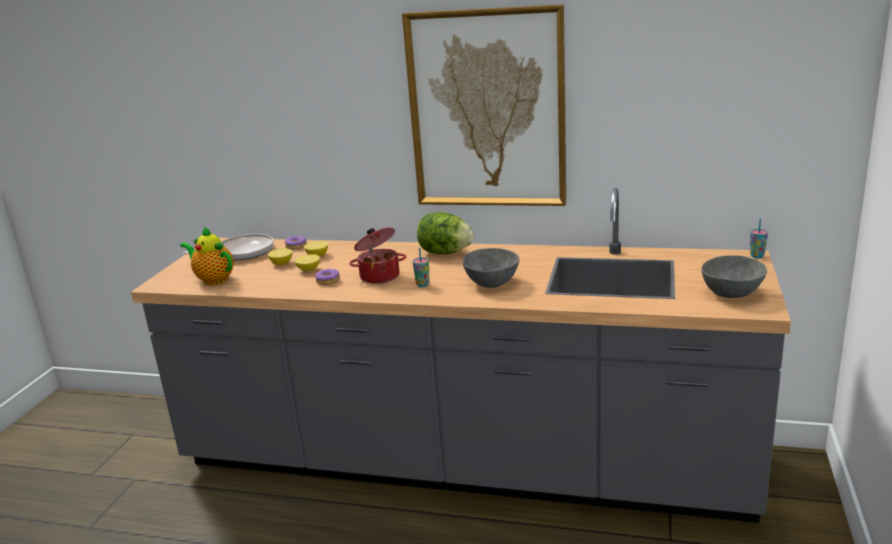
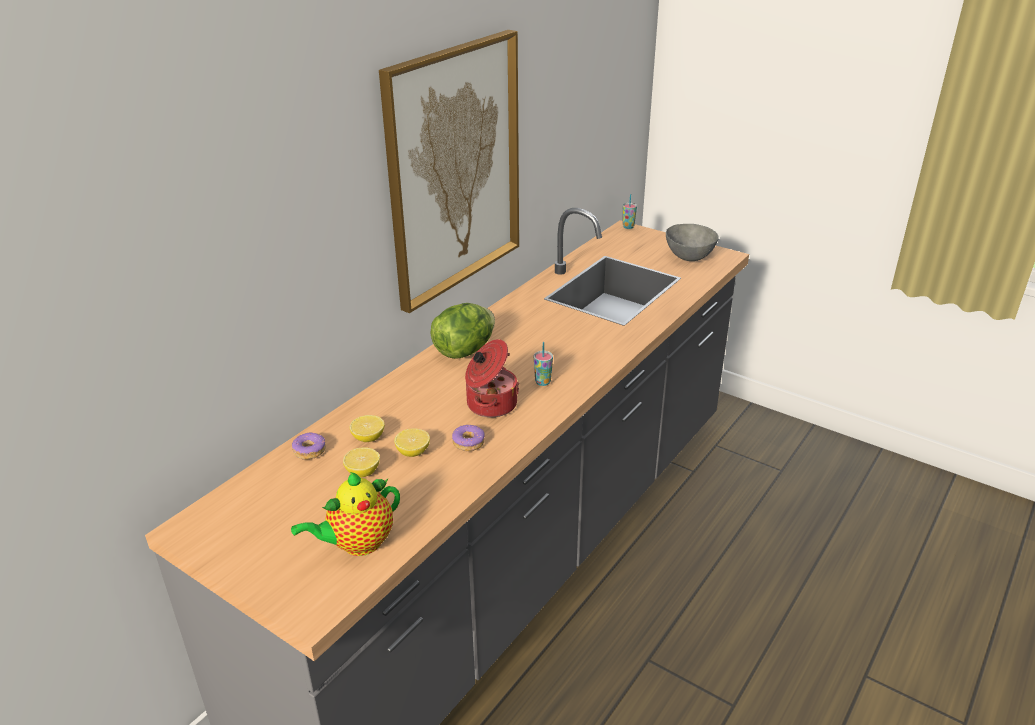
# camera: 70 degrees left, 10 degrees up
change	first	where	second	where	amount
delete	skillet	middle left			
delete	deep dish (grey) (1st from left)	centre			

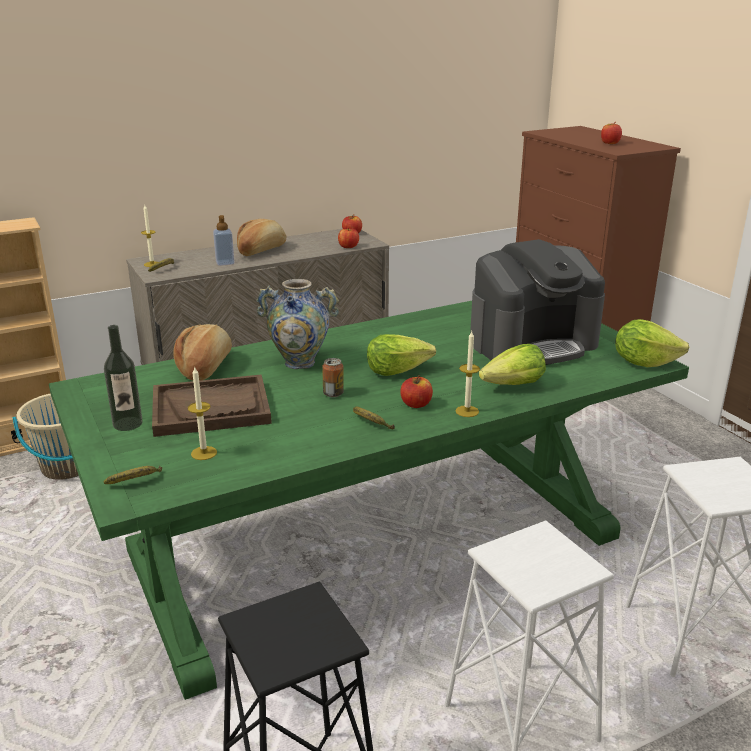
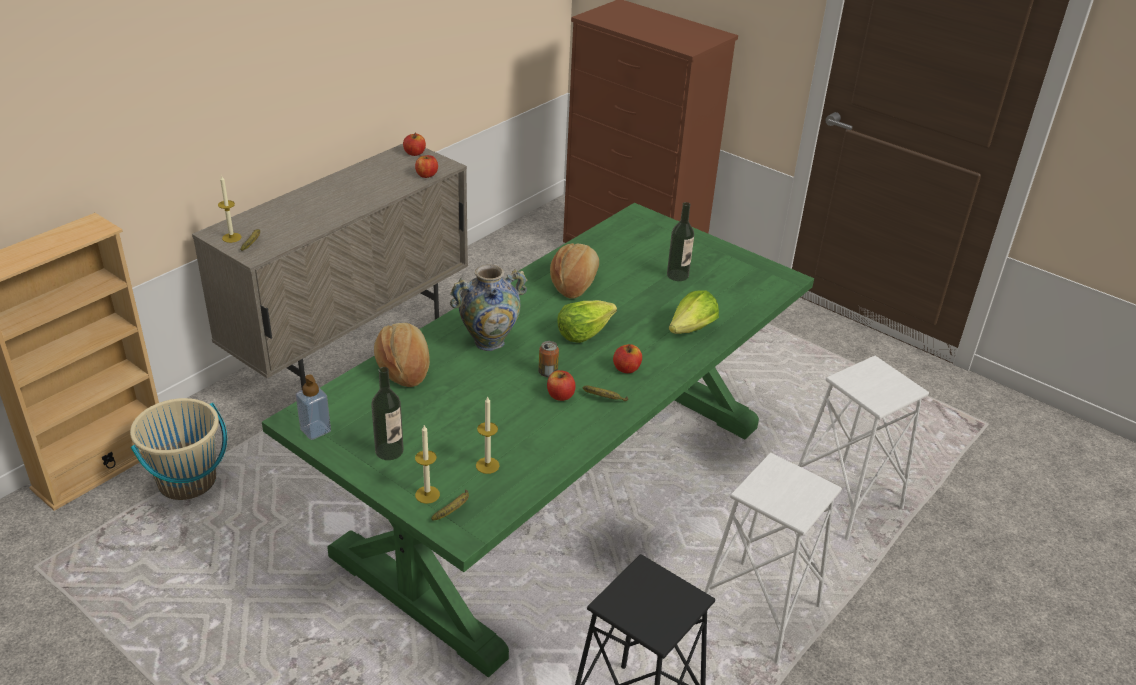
# camera: 25 degrees left, 10 degrees up
change	first	where	second	where	amount
delete	serving tray (brownish)	middle left			
move	soap dispenser	top left		middle left	
move	bread (2nd from left)	top centre		centre	
move	wax candle (3rd from left in the first image)	centre	wax candle (2nd from left)	bottom centre	
replace	coffee brewer	middle right	beverage bottle (2nd from left)	centre	
move	apple (4th from left in the first image)	top right	apple (3rd from left)	centre	
delete	head of lettuce (3rd from left)	middle right			

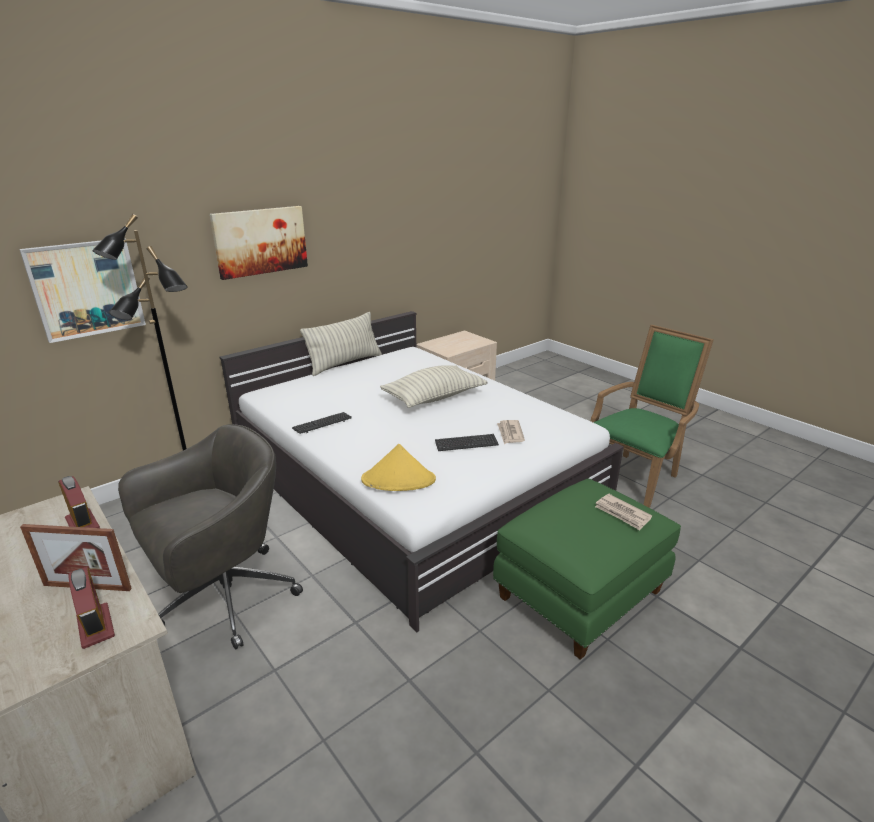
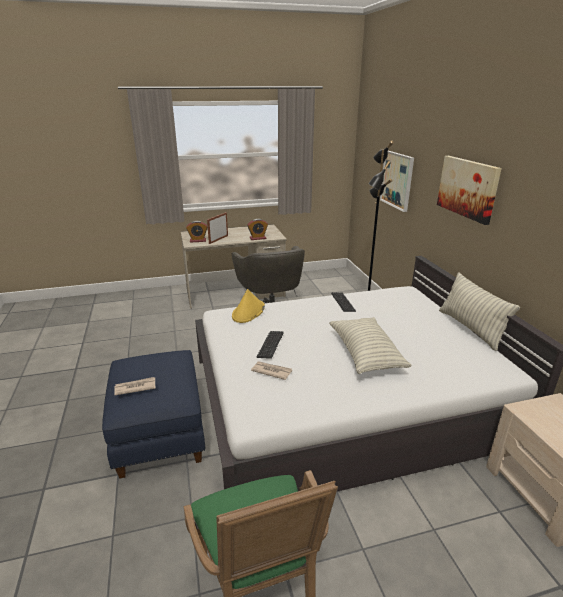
# camera: 115 degrees right, 0 degrees up
change	first	where	second	where	amount
recolor	pouffe (greenish)	bottom right	pouffe (blue-coloured)	bottom left	

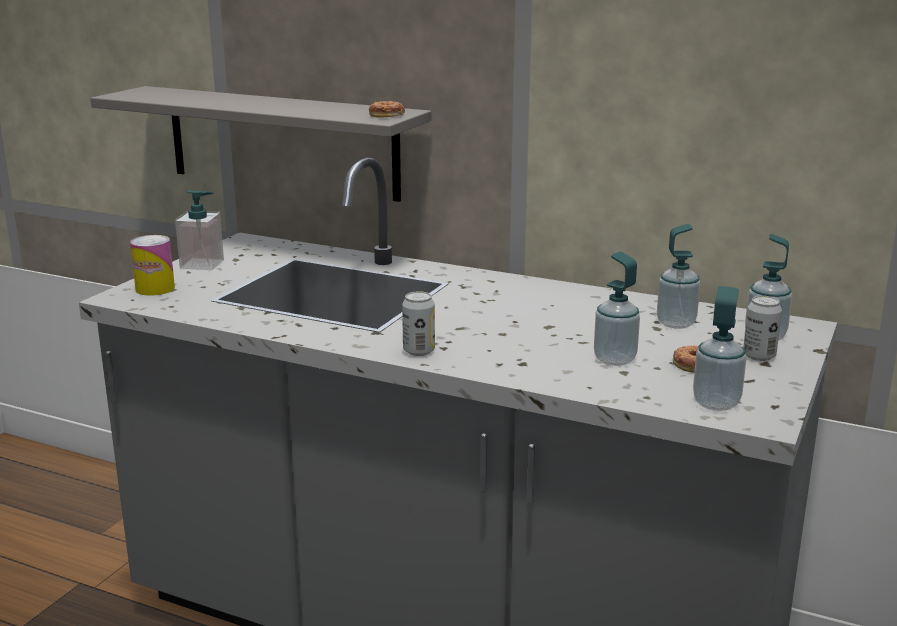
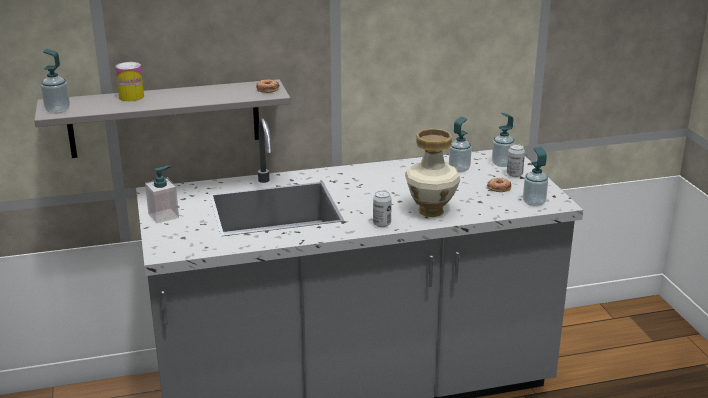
# camera: 40 degrees left, 5 degrees up
change	first	where	second	where	amount
move	sealed can (1st from left)	middle left		top left	
move	soap dispenser (2nd from left in the first image)	middle right	soap dispenser (1st from left)	top left	
insert			decorative vase	centre	

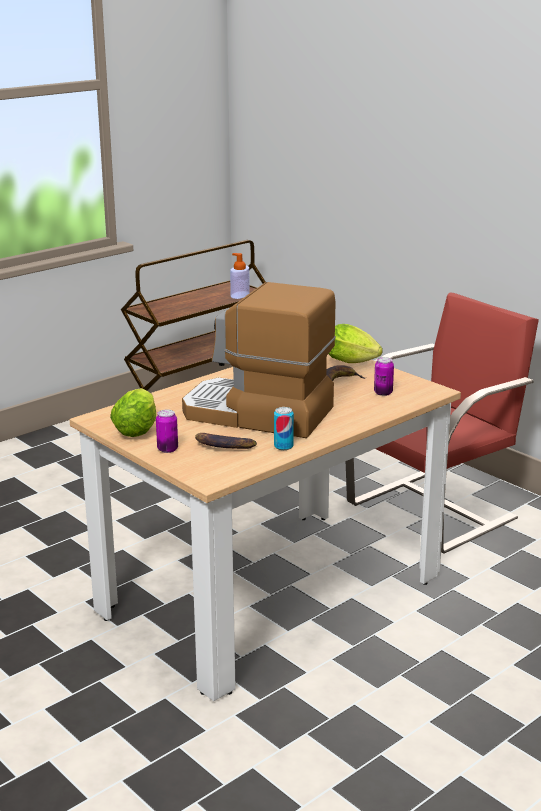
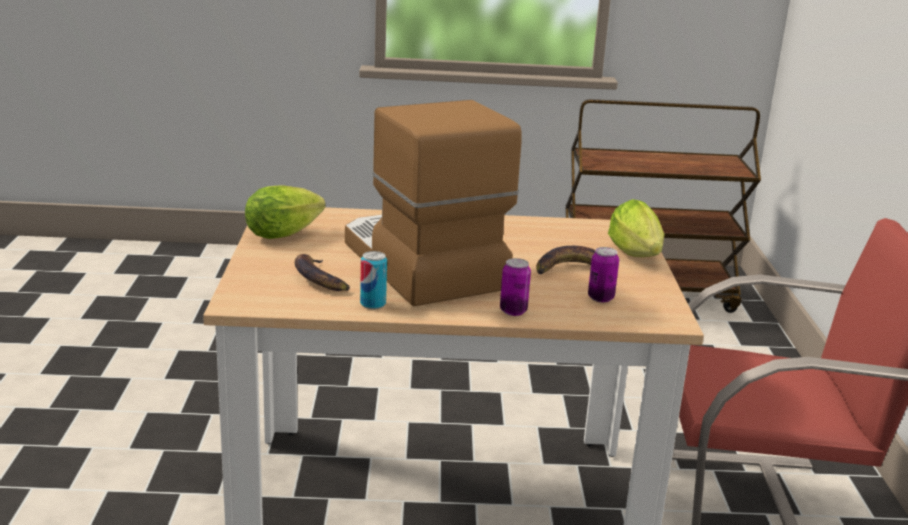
# camera: 40 degrees right, 0 degrees up
change	first	where	second	where	amount
move	sealed can (1st from left in the first image)	middle left	sealed can (2nd from left)	centre	
delete	soap dispenser	centre			

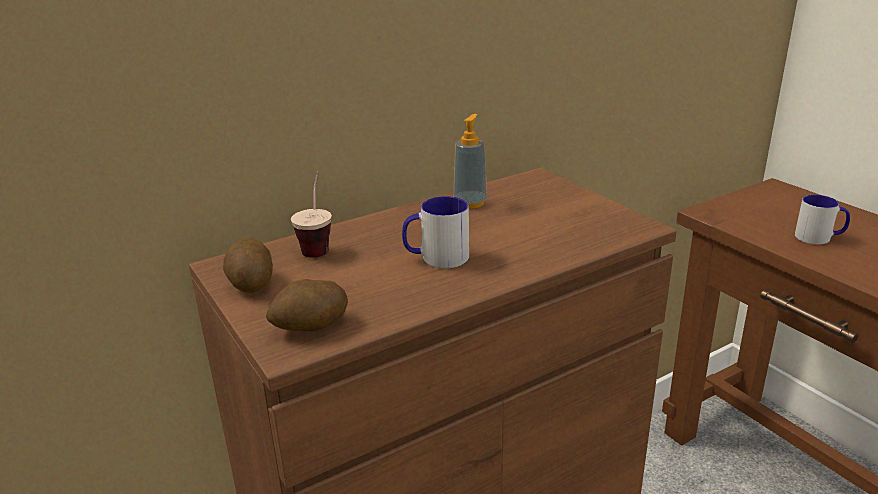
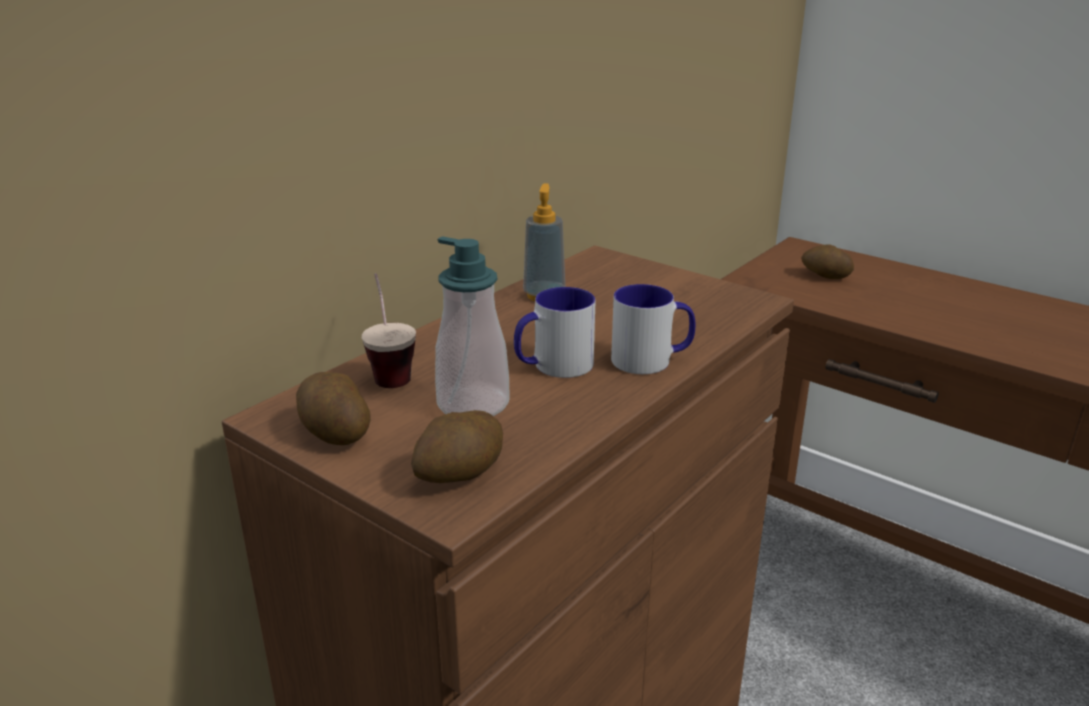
# camera: 20 degrees left, 0 degrees up
change	first	where	second	where	amount
move	mug (2nd from left)	middle right		centre	
insert			soap dispenser (1st from left)	centre	
insert			spud (3rd from left)	middle right	

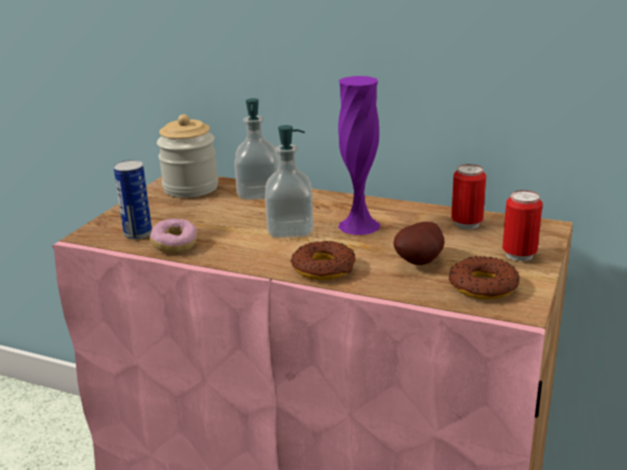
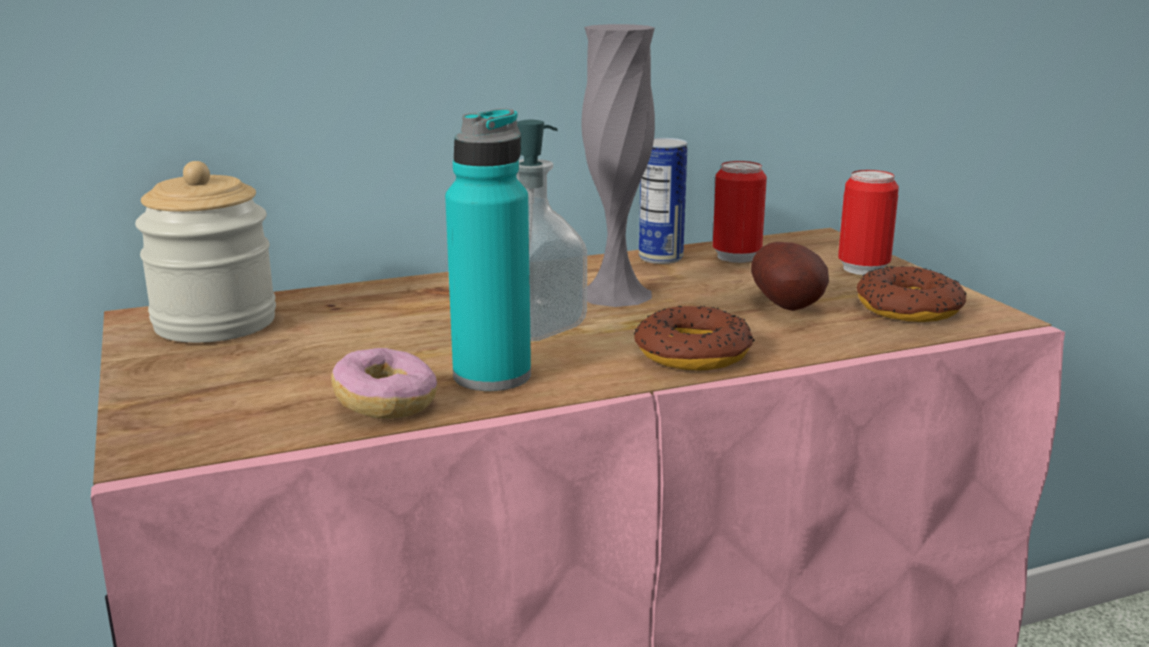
# camera: 45 degrees left, 5 degrees down
change	first	where	second	where	amount
move	sealed can (1st from left)	middle left		top centre	
delete	soap dispenser (1st from left)	top centre			
recolor	decorative vase (purple)	top centre	decorative vase (grey)	top centre	
insert			beverage bottle (turquoise)	centre	

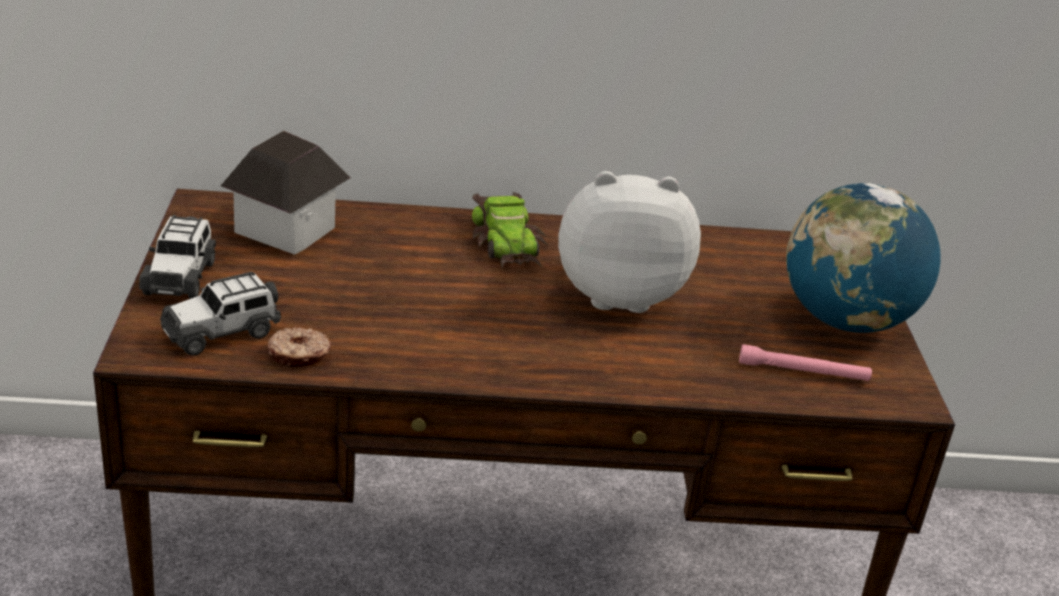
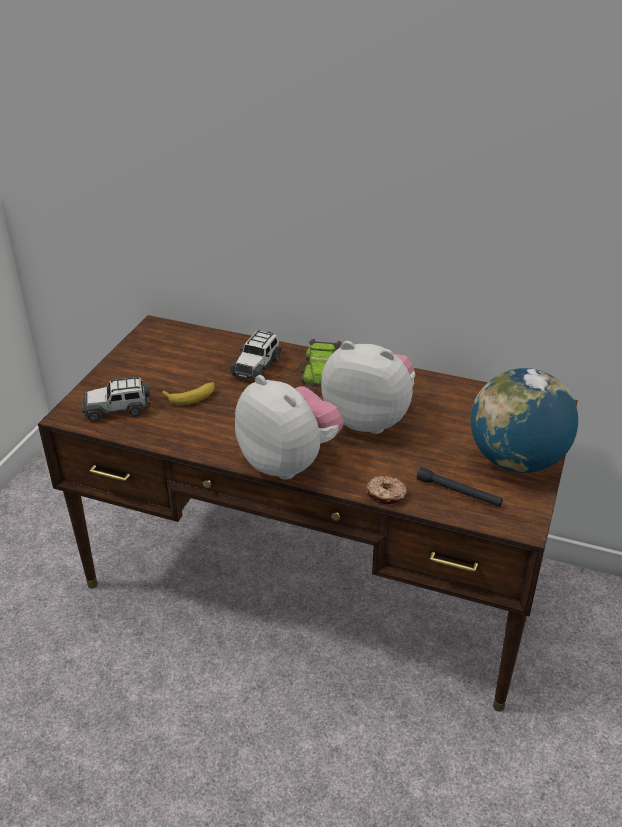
# camera: 25 degrees right, 5 degrees up
change	first	where	second	where	amount
move	miniature car (1st from left in the first image)	middle left	miniature car (2nd from left)	centre	
delete	toy house	top left			
move	donut	middle left		centre	
recolor	hand torch (pink)	middle right	hand torch (blackish)	middle right	
insert			whole banana	middle left	
insert			cuddly toy (1st from left)	centre	

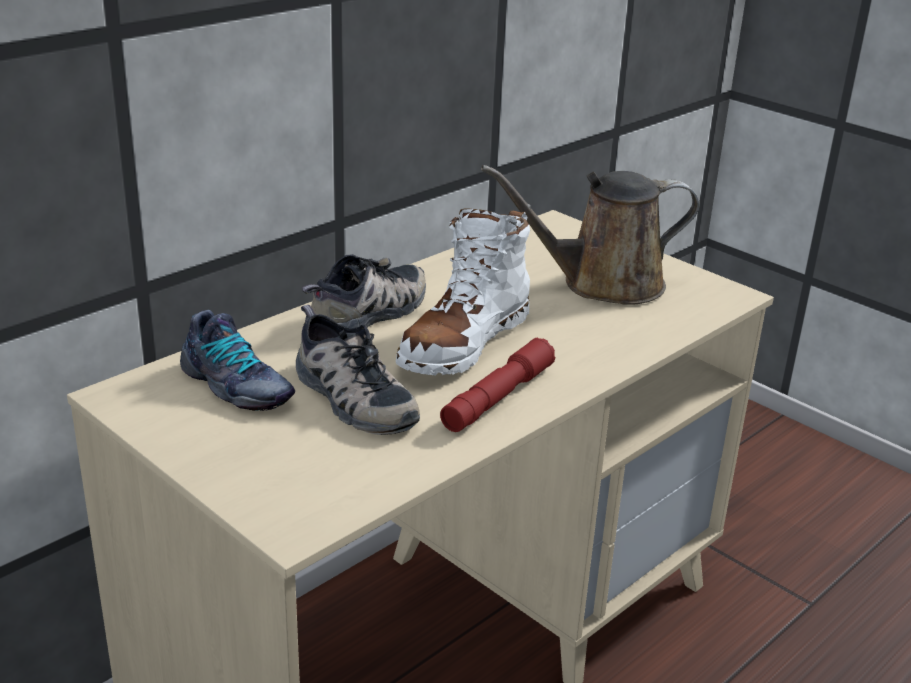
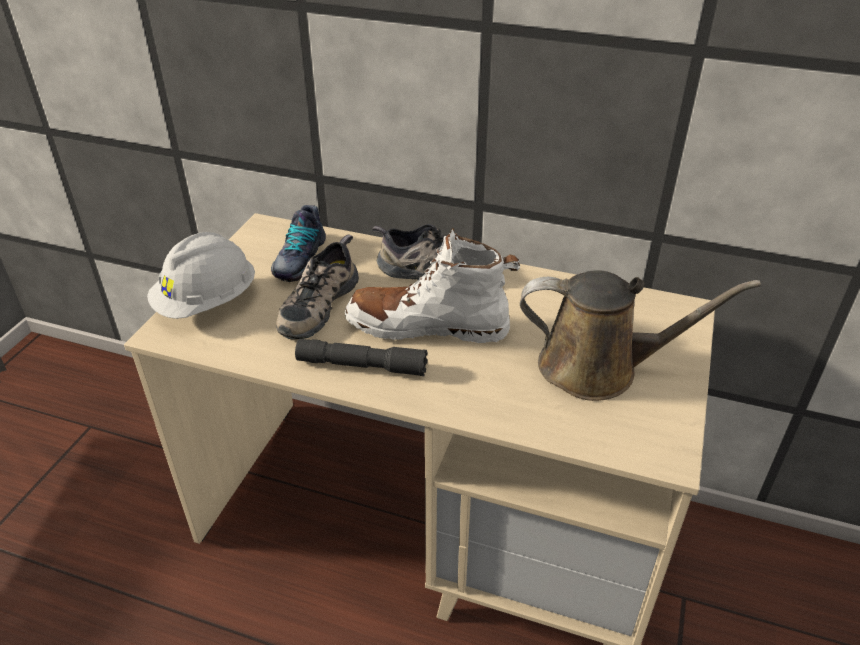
# camera: 65 degrees right, 10 degrees up
change	first	where	second	where	amount
recolor	hand torch (red)	centre	hand torch (grey)	centre	
rotate	watering can (brownish)	centre		middle right	135 degrees clockwise
insert			work helmet (whitish)	middle left	

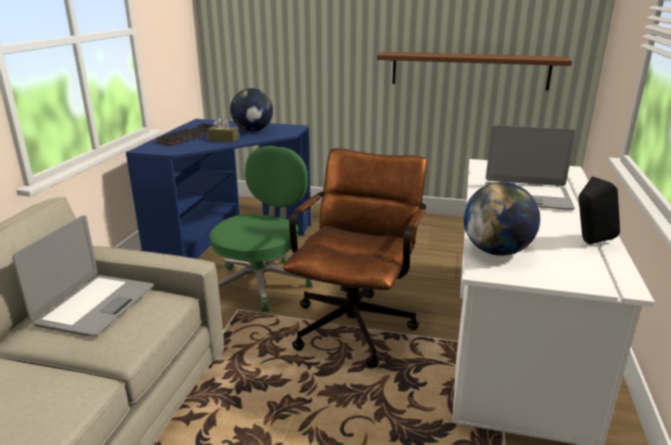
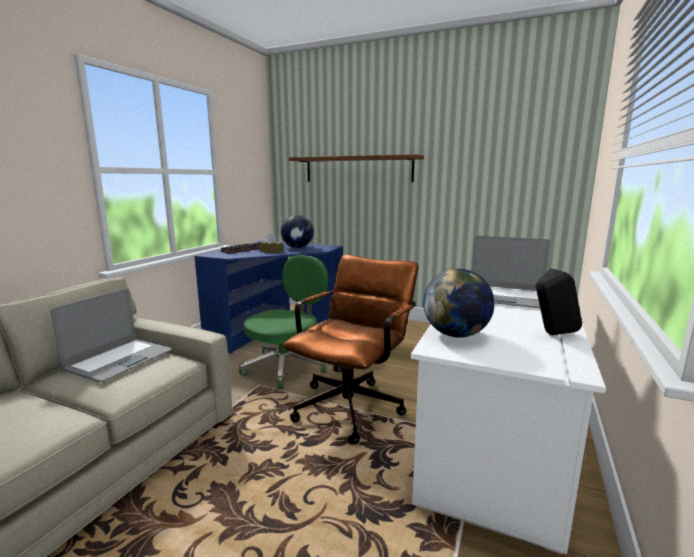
# camera: 10 degrees right, 10 degrees down
change	first	where	second	where	amount
move	shelf (brownish)	top right		top centre	

